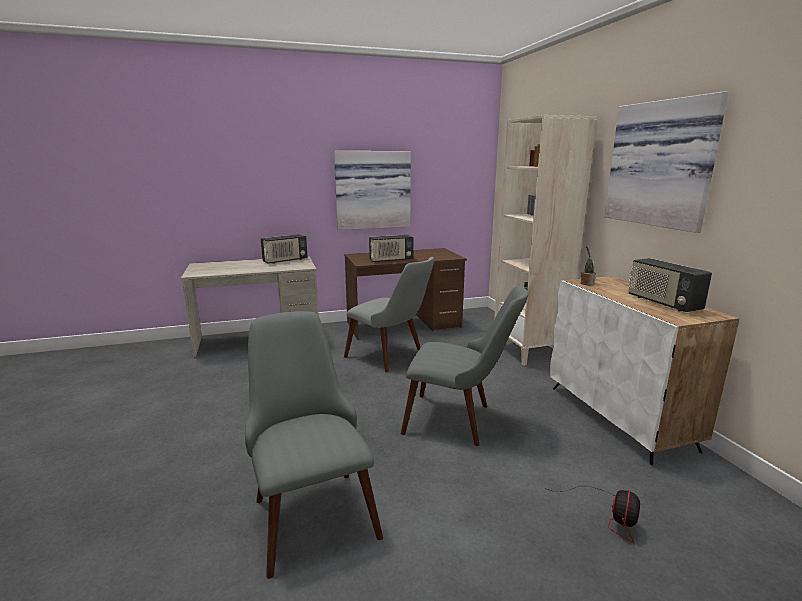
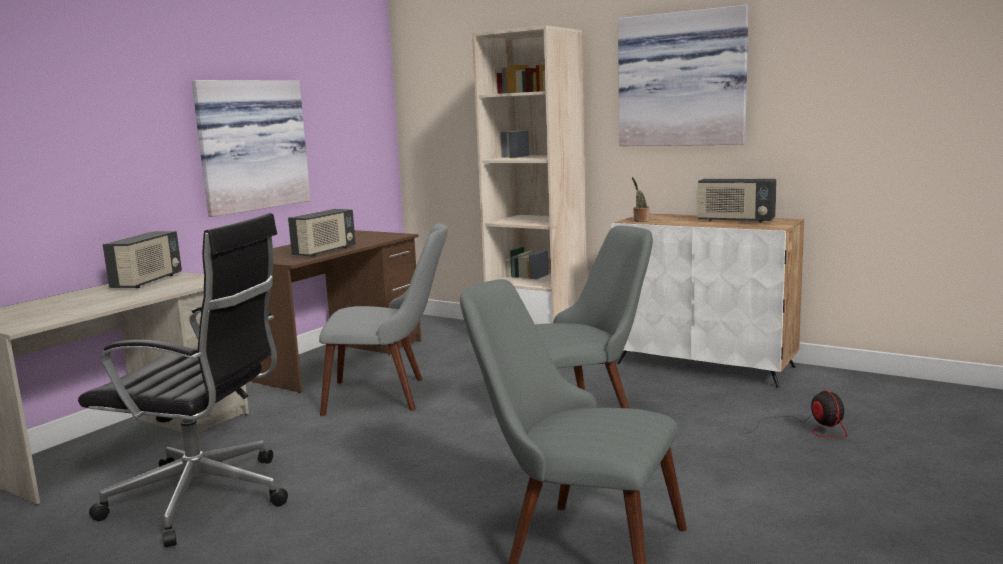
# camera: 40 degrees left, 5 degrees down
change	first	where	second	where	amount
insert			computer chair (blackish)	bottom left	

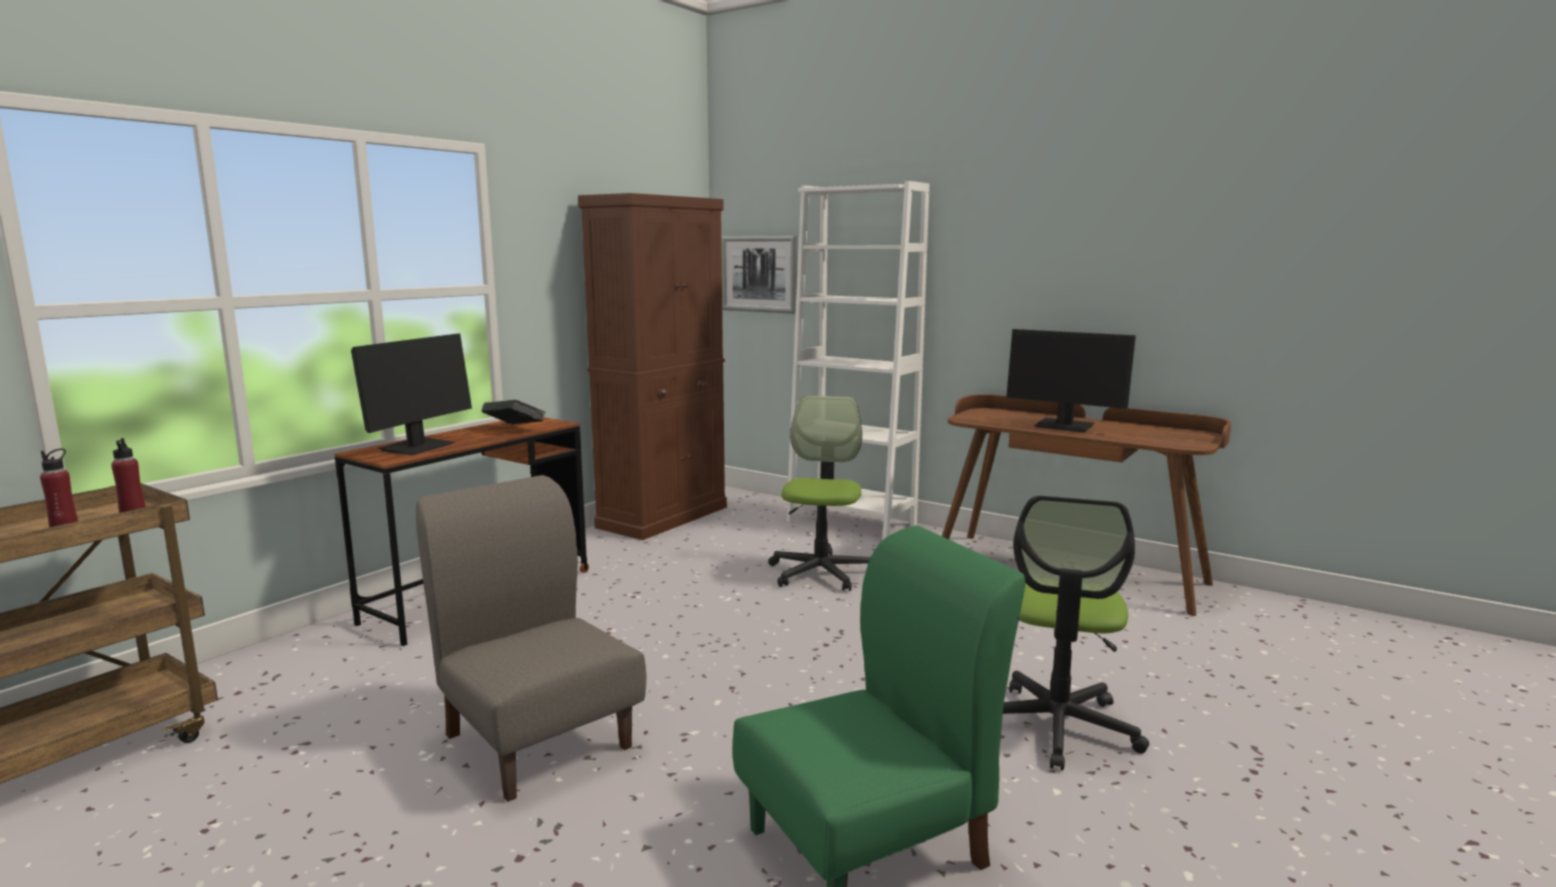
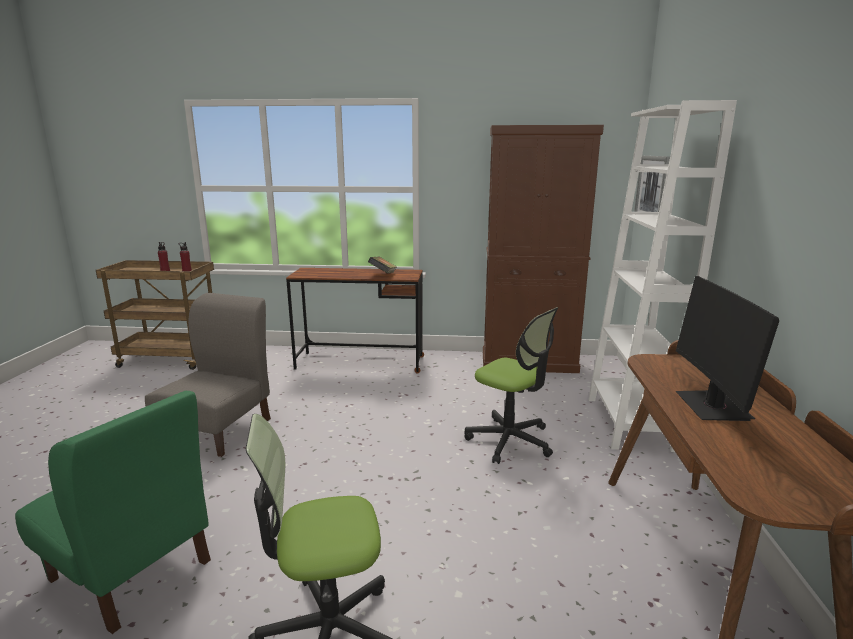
# camera: 60 degrees right, 5 degrees up
change	first	where	second	where	amount
delete	computer display (1st from left)	middle left			
rotate	computer chair (1st from left in the first image)	centre	computer chair (2nd from left)	centre	60 degrees clockwise

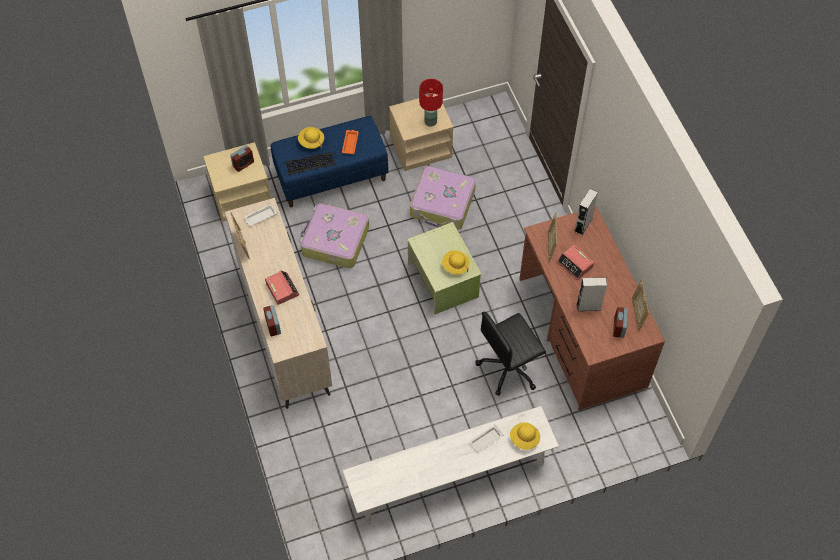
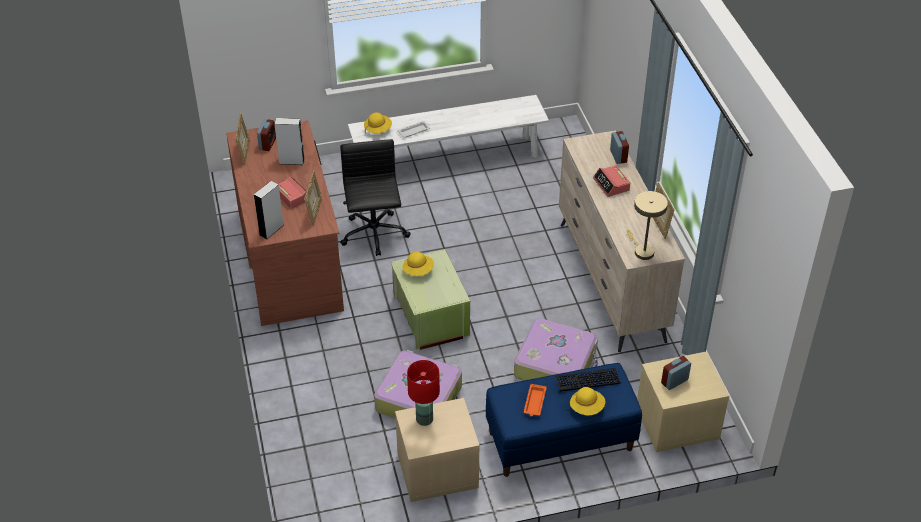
# camera: 175 degrees left, 15 degrees down
change	first	where	second	where	amount
replace	serving tray (whitish) (1st from left)	middle left	tabletop lamp (sand-coloured)	middle right	
rotate	computer chair (blackish)	centre		centre	75 degrees counterclockwise

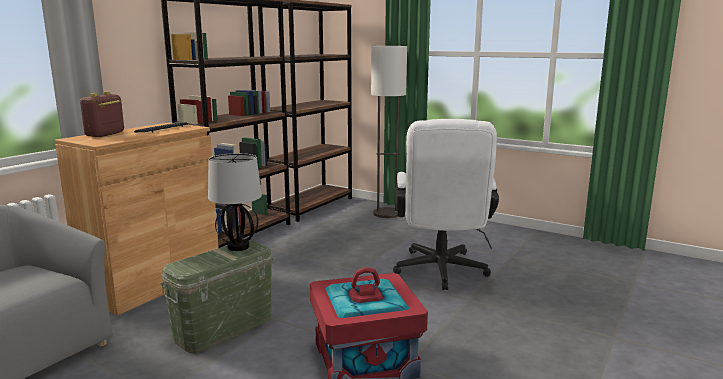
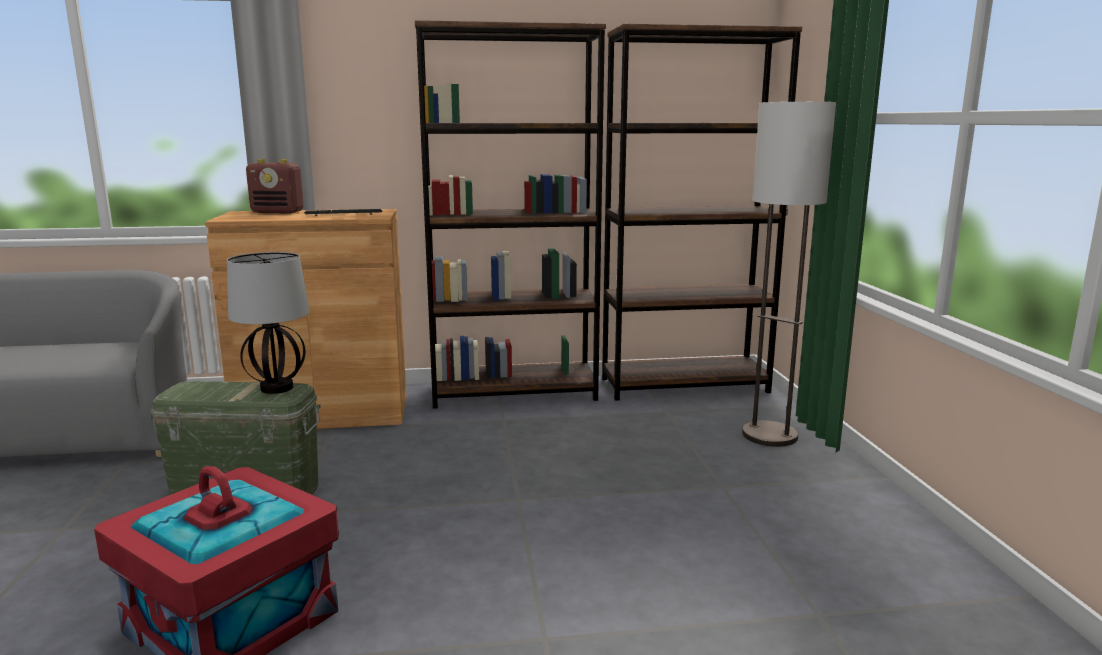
# camera: 50 degrees right, 0 degrees up
change	first	where	second	where	amount
rotate	radio receiver	top left		top left	150 degrees counterclockwise
delete	computer chair (whitish)	centre			

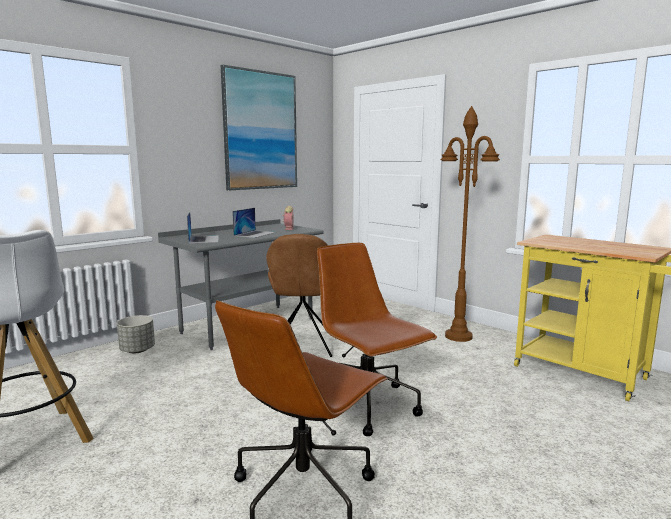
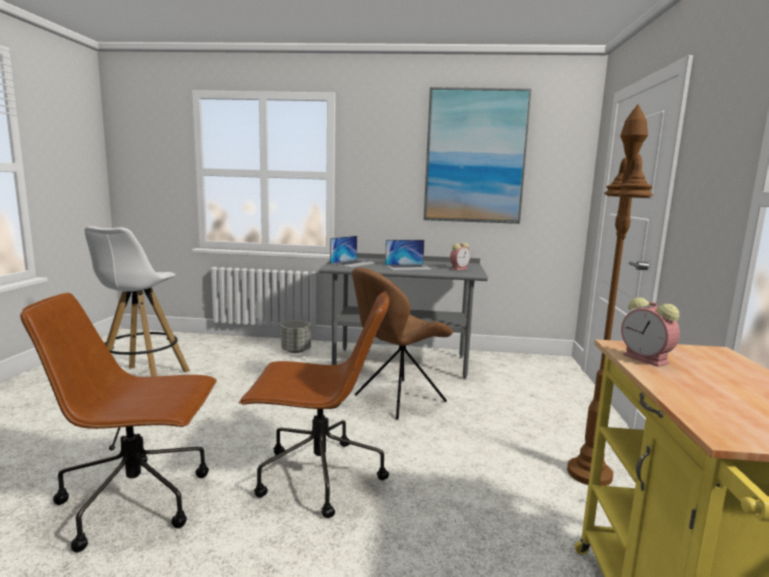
# camera: 50 degrees right, 0 degrees up
change	first	where	second	where	amount
rotate	computer chair (brownish) (2nd from left)	centre		bottom centre	75 degrees clockwise
insert			table clock (2nd from left)	middle right	

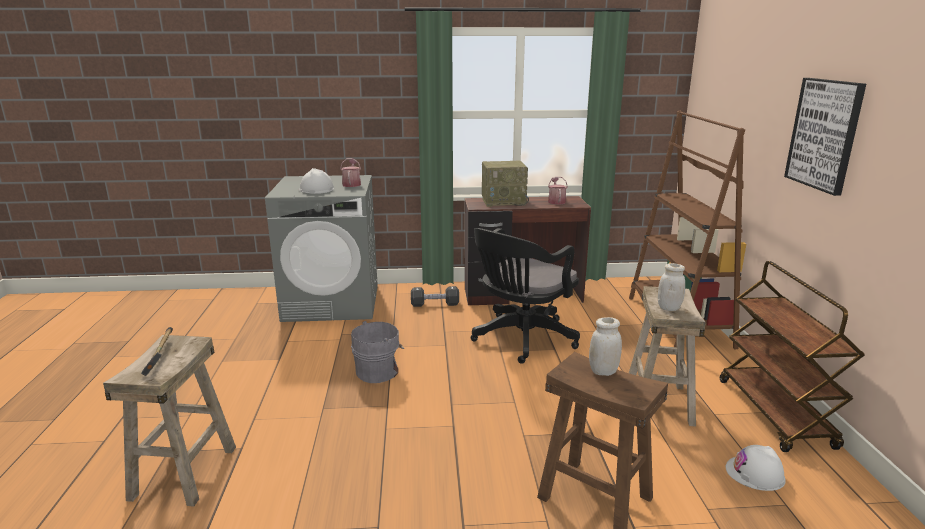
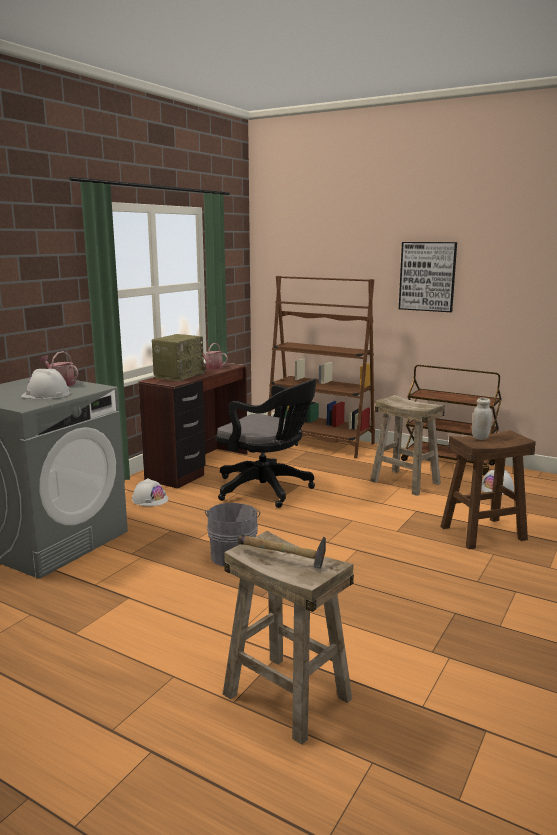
# camera: 55 degrees left, 5 degrees down
change	first	where	second	where	amount
replace	free weight (blackish)	centre	work helmet (whitish) (2nd from left)	middle left	
rotate	computer chair (blackish)	centre		centre	45 degrees counterclockwise
delete	storage jar (whitish) (2nd from left)	middle right			

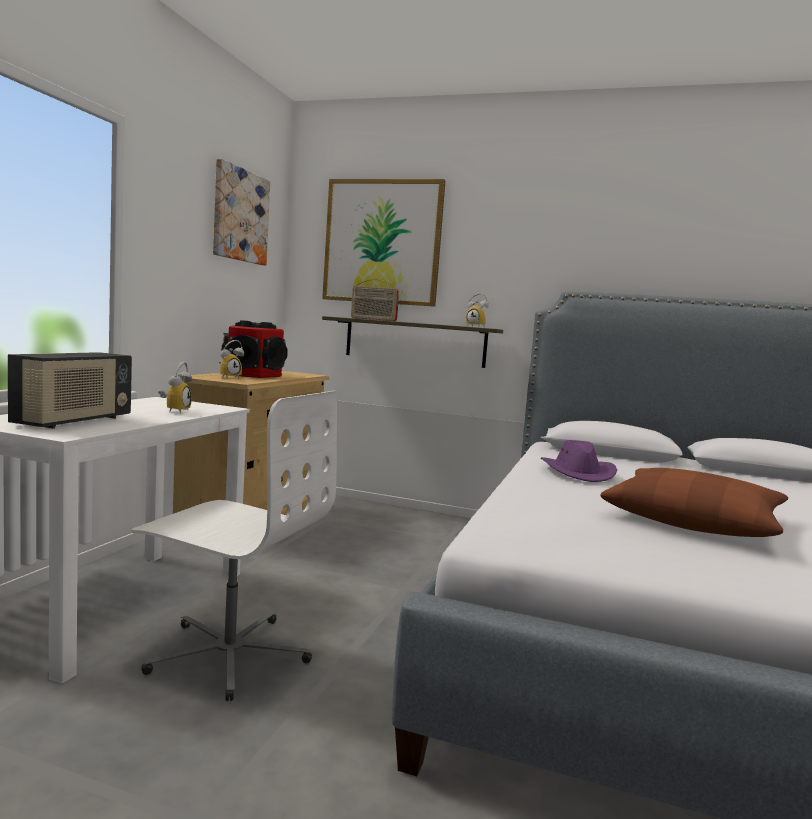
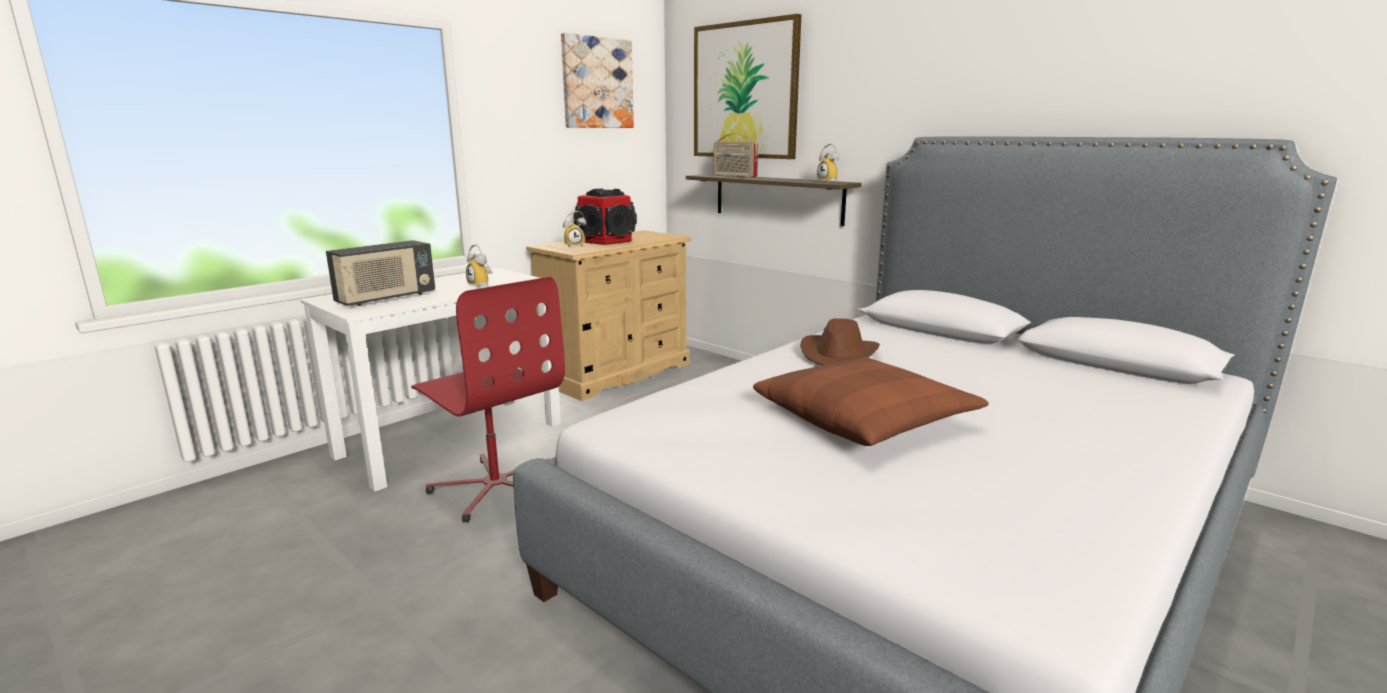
# camera: 25 degrees right, 10 degrees up
change	first	where	second	where	amount
recolor	computer chair (whitish)	bottom left	computer chair (red)	centre	
rotate	table clock (1st from left)	middle left		centre	105 degrees clockwise
recolor	clothing hat (purple)	middle right	clothing hat (brownish)	centre	

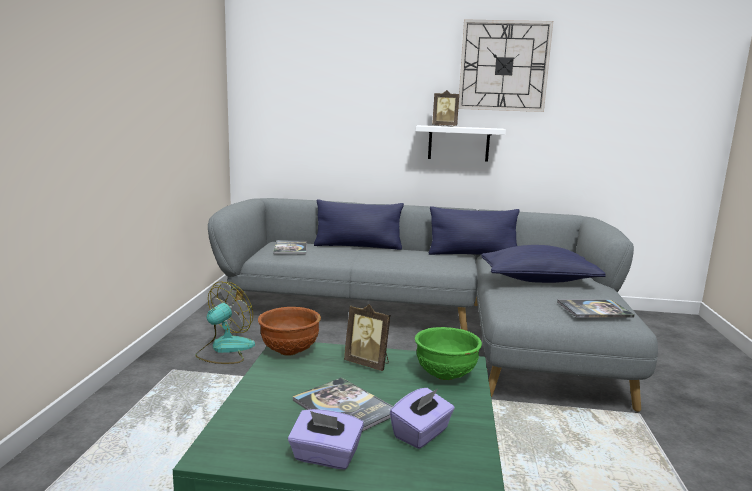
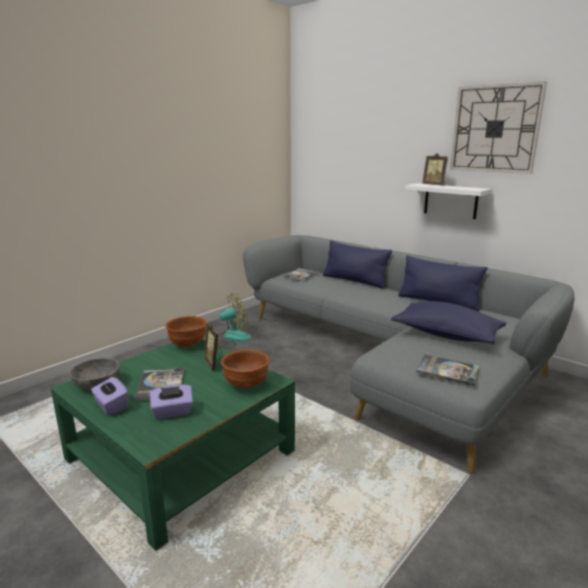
# camera: 35 degrees right, 5 degrees up
change	first	where	second	where	amount
recolor	deep dish (greenish)	bottom centre	deep dish (brownish) (2nd from left)	centre	
insert			deep dish (grey)	middle left	

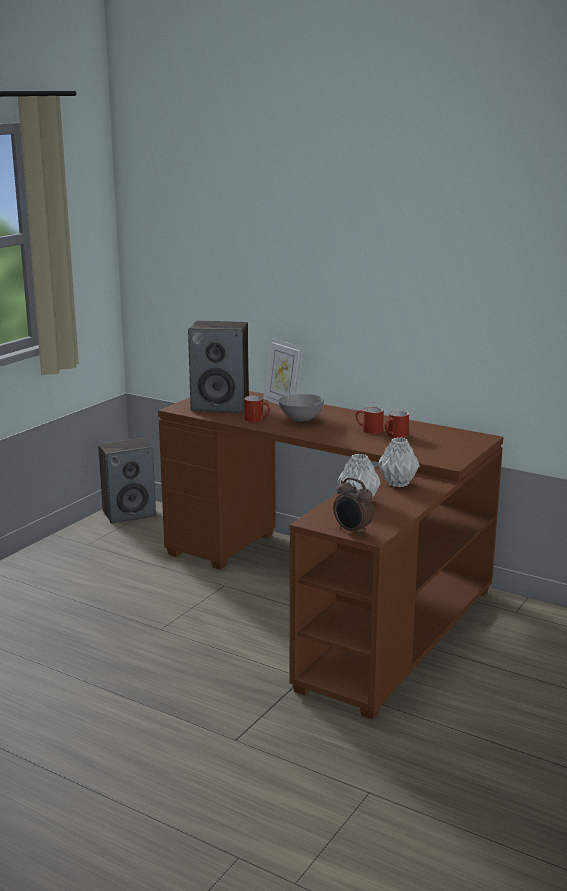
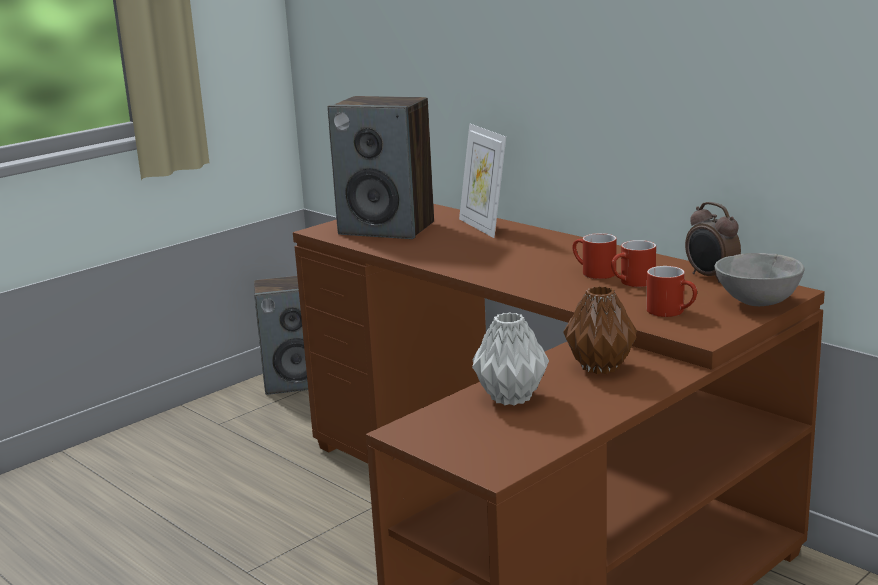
# camera: 15 degrees right, 0 degrees up
change	first	where	second	where	amount
move	mug (red) (1st from left in the first image)	centre	mug (red) (3rd from left)	middle right	
move	deep dish (grey)	centre		middle right	
move	table clock	centre		middle right	
recolor	decorative vase (grey) (2nd from left)	middle right	decorative vase (brownish)	middle right	

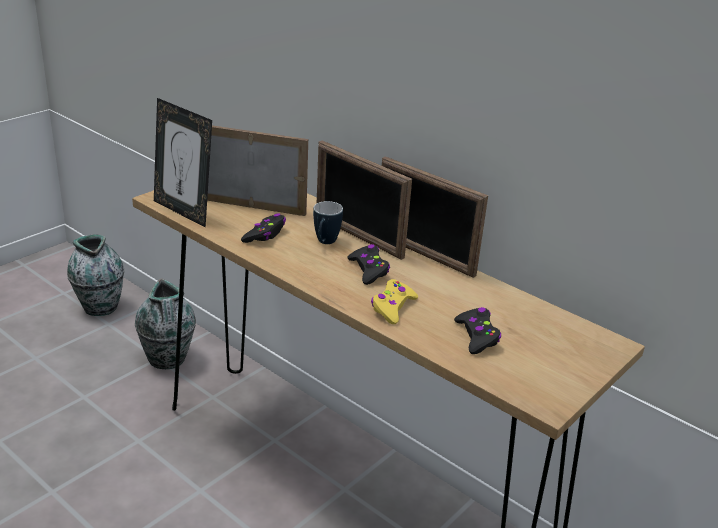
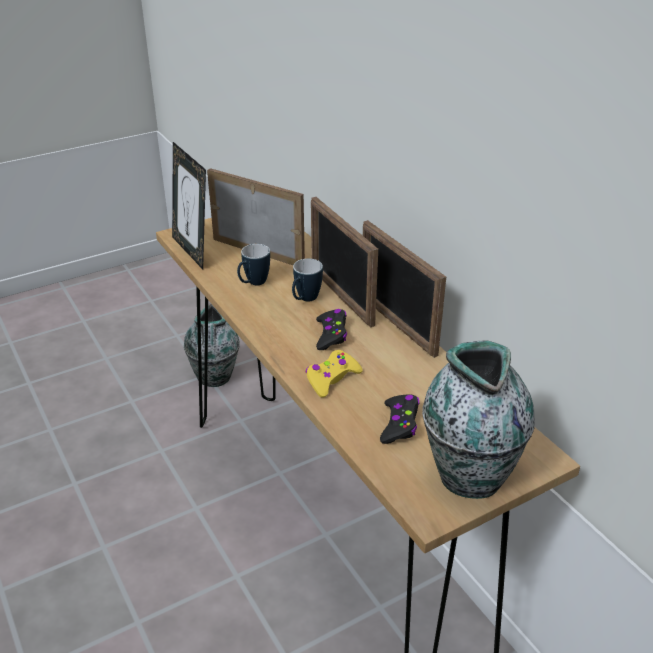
# camera: 20 degrees right, 5 degrees up
change	first	where	second	where	amount
move	decorative vase (1st from left in the first image)	middle left	decorative vase (2nd from left)	middle right	
replace	joypad (blackish) (1st from left)	centre	mug (1st from left)	centre	

